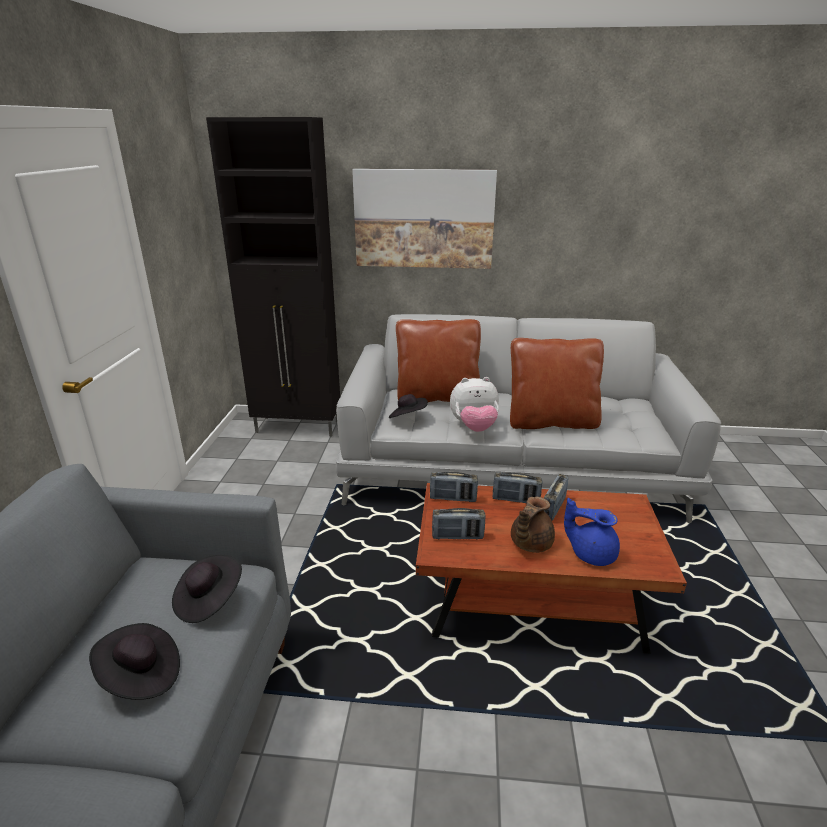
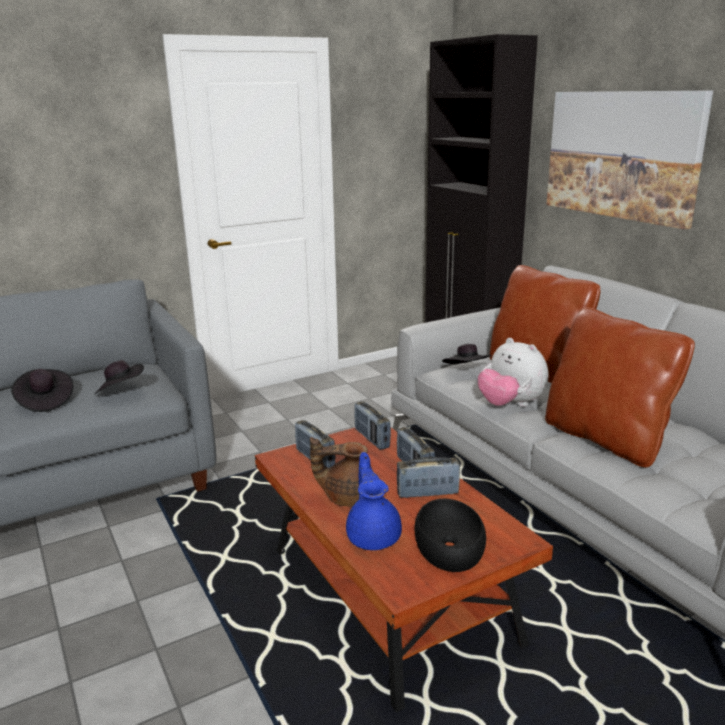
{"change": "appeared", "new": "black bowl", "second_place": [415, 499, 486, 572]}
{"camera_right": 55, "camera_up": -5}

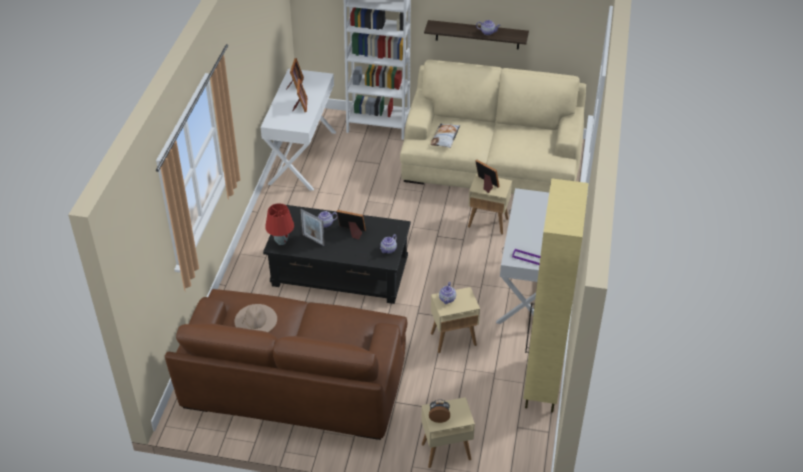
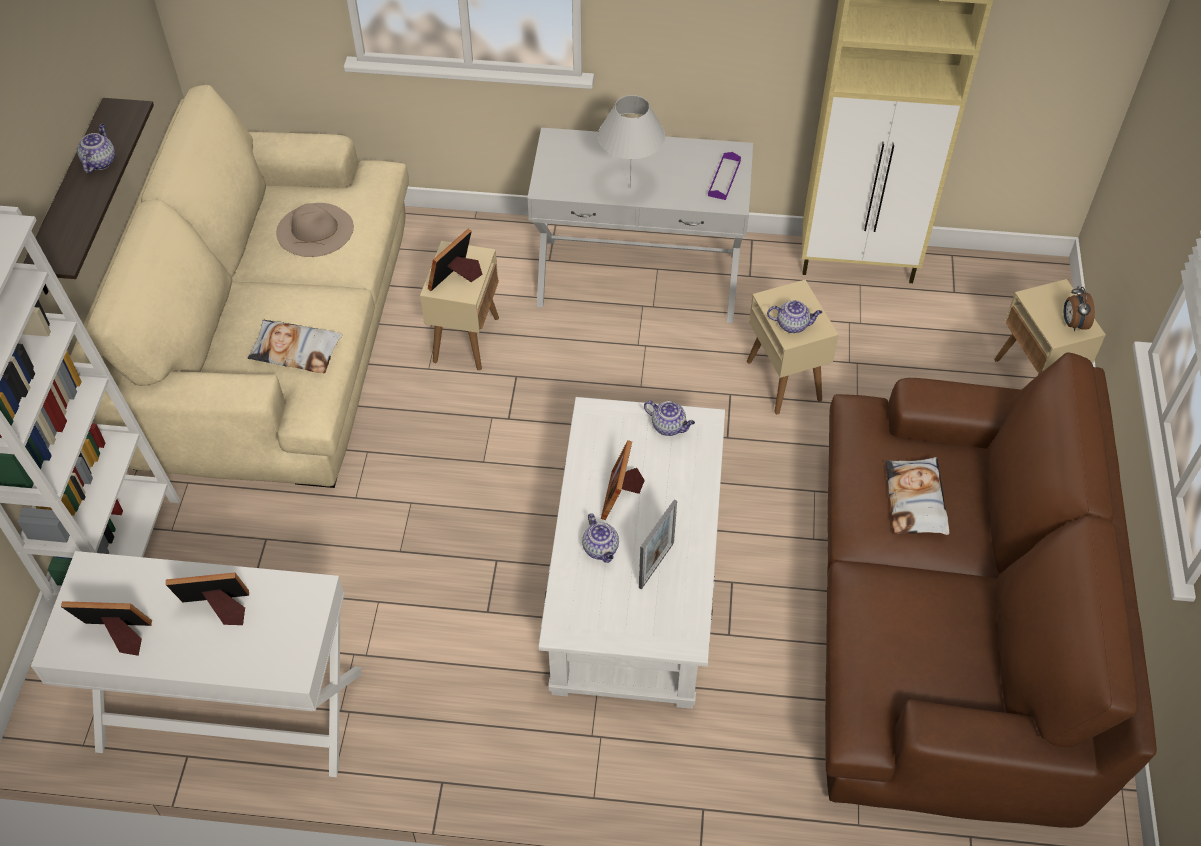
{"change": "relocated", "old": "beige hat", "first_place": [235, 304, 277, 332], "second_place": [276, 203, 354, 257]}
{"change": "colour", "old": "black coffee table", "new": "white coffee table", "first_place": [263, 205, 411, 304], "second_place": [538, 397, 725, 709]}
{"change": "missing", "old": "red table lamp", "first_place": [265, 203, 294, 245]}
{"change": "appeared", "new": "white table lamp", "second_place": [598, 95, 665, 188]}
{"change": "appeared", "new": "pillow", "second_place": [885, 457, 949, 535]}
{"camera_right": -95, "camera_up": 10}

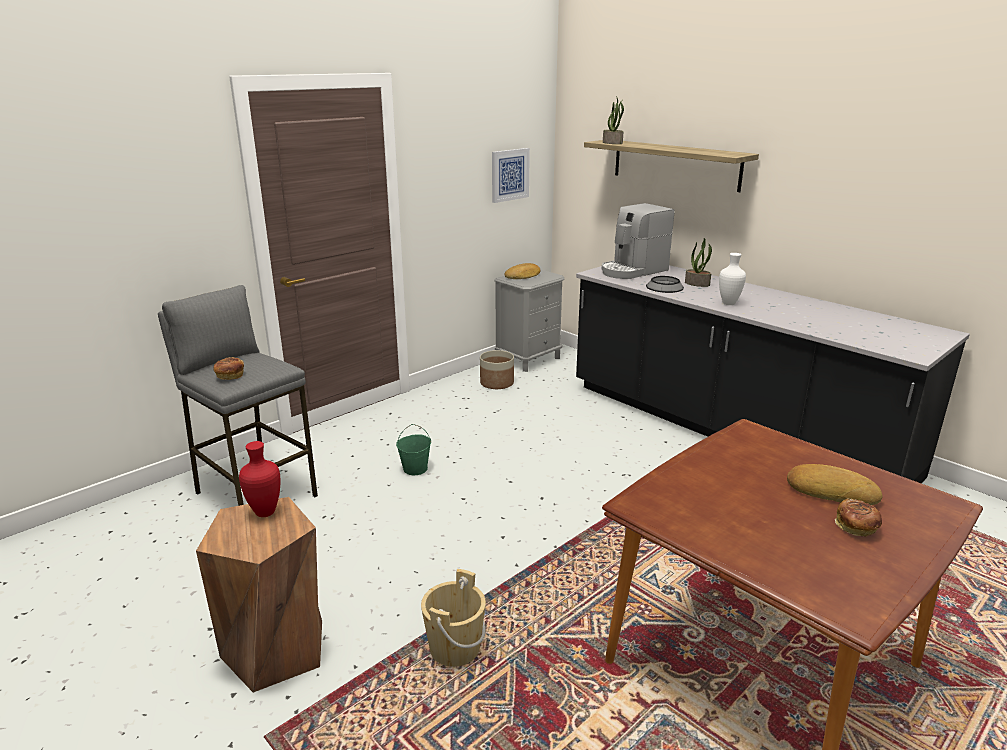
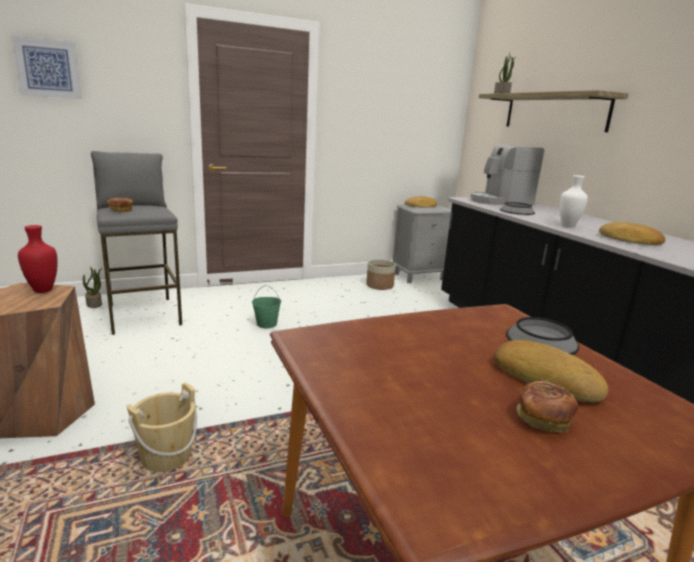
{"change": "relocated", "old": "picture", "first_place": [492, 148, 530, 203], "second_place": [11, 36, 81, 99]}
{"change": "relocated", "old": "potted plant", "first_place": [685, 238, 712, 287], "second_place": [83, 267, 102, 308]}
{"change": "appeared", "new": "bowl", "second_place": [506, 317, 579, 355]}
{"change": "appeared", "new": "bread", "second_place": [599, 222, 666, 245]}
{"camera_right": 20, "camera_up": -5}

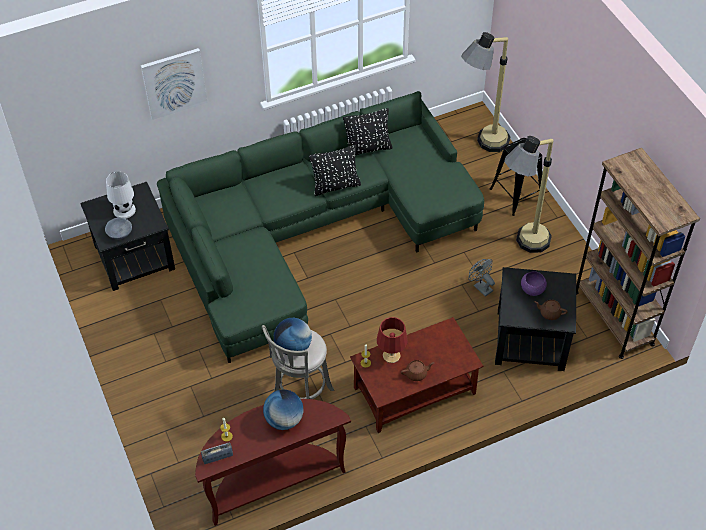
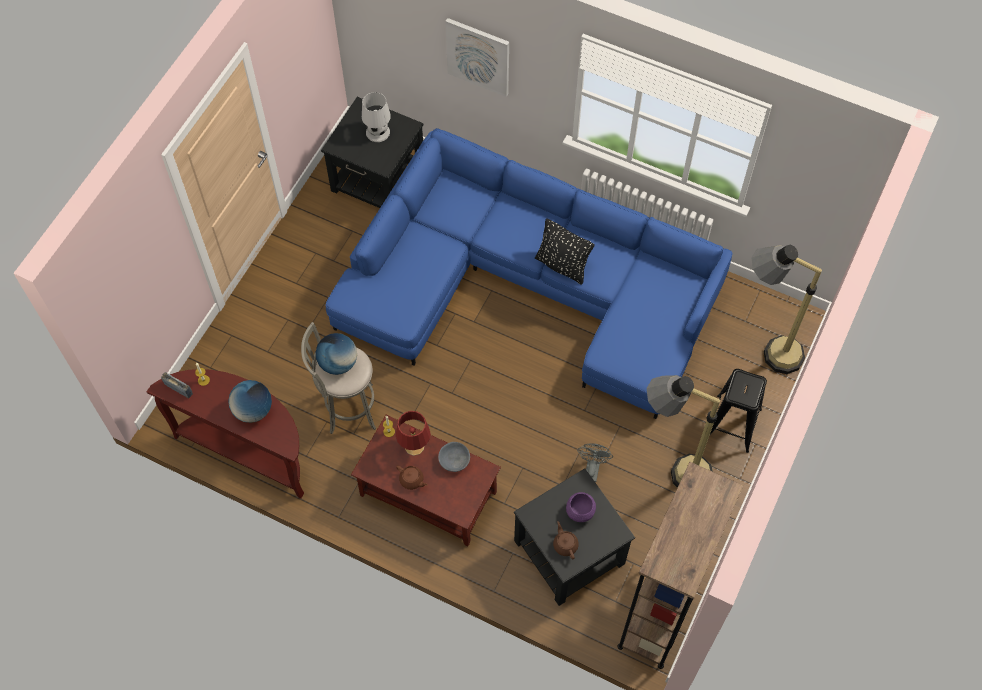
{"change": "relocated", "old": "grey bowl", "first_place": [105, 218, 132, 239], "second_place": [438, 442, 470, 472]}
{"change": "colour", "old": "green sofa", "new": "blue sofa", "first_place": [157, 91, 484, 363], "second_place": [325, 128, 732, 419]}
{"change": "missing", "old": "black pillow", "first_place": [343, 108, 393, 156]}
{"camera_right": 50, "camera_up": 10}

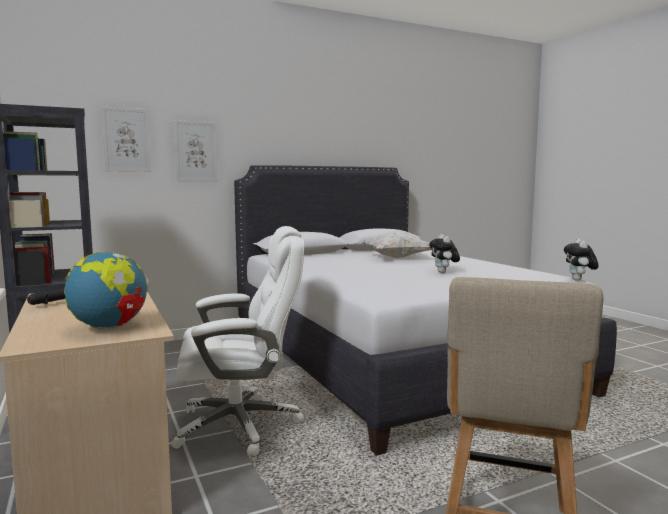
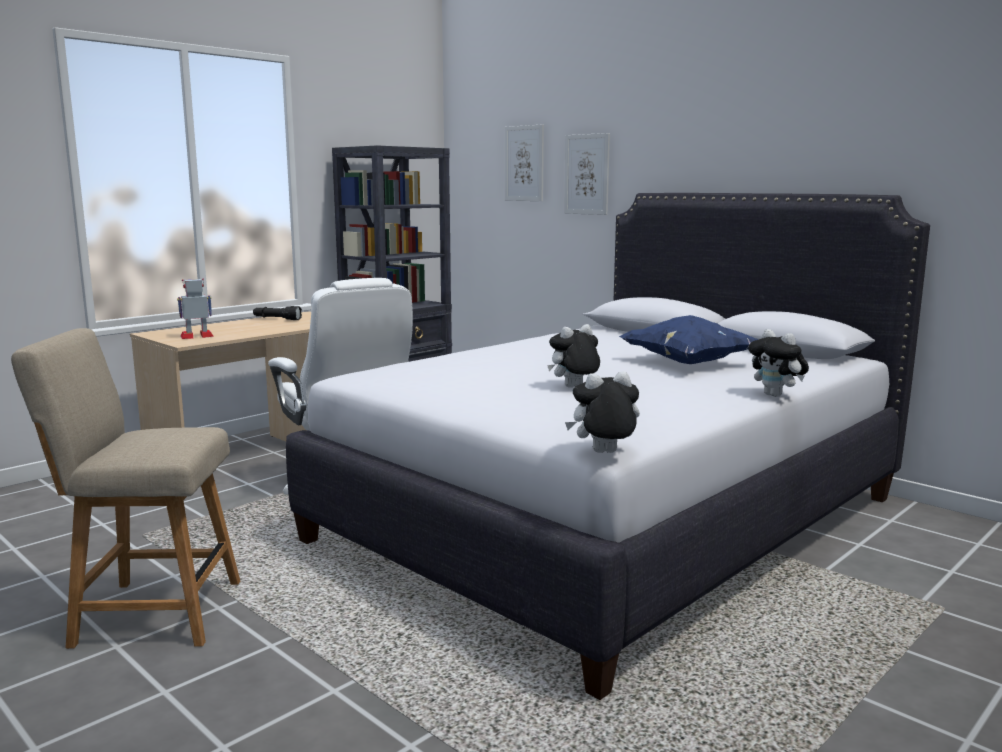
{"change": "exchanged", "old": "globe", "new": "toy robot", "first_place": [64, 252, 149, 330], "second_place": [177, 279, 214, 339]}
{"change": "colour", "old": "white pillow", "new": "blue pillow", "first_place": [362, 230, 432, 258], "second_place": [619, 315, 758, 364]}
{"change": "appeared", "new": "plush toy", "second_place": [748, 329, 809, 397]}
{"camera_right": 70, "camera_up": 5}

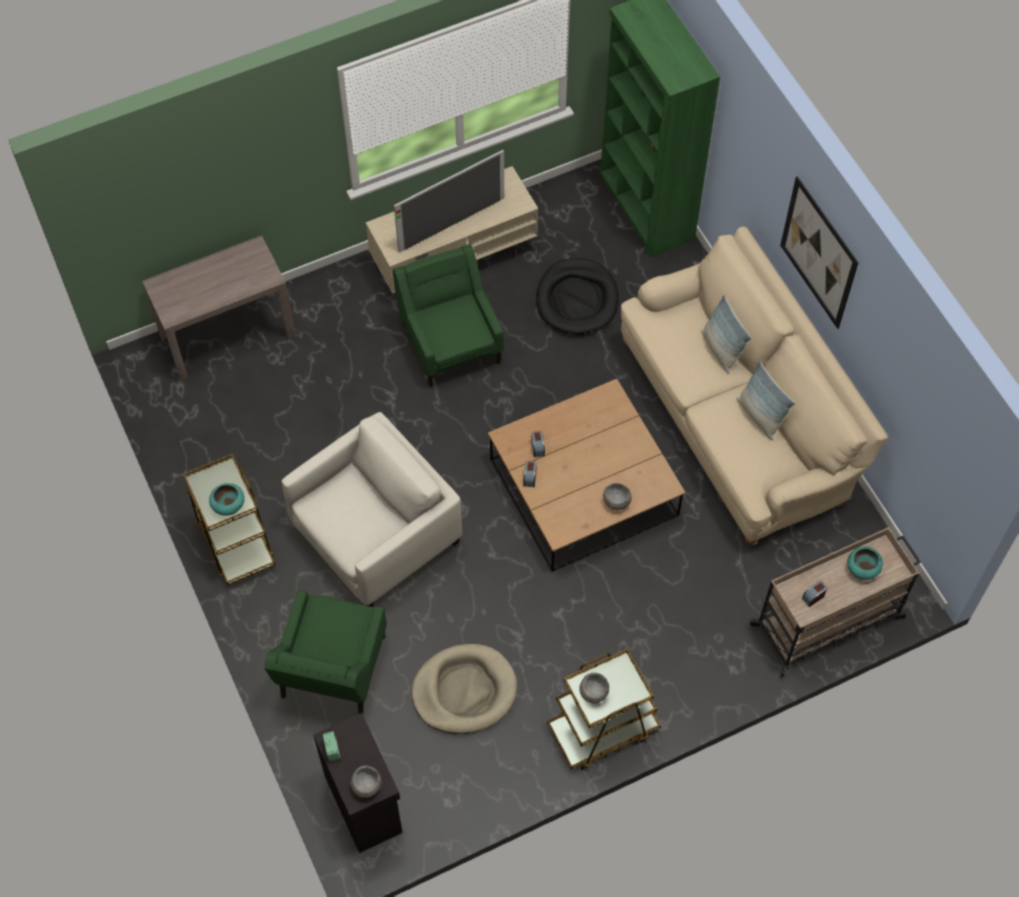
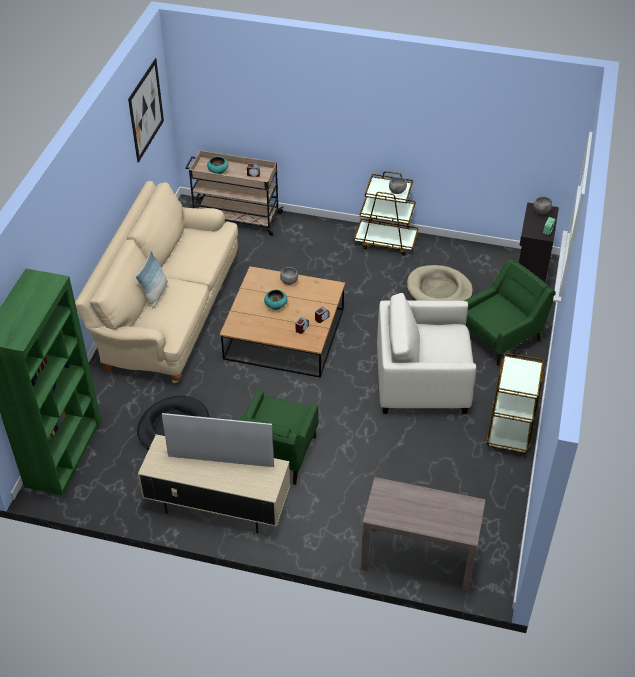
{"change": "relocated", "old": "turquoise bowl", "first_place": [209, 483, 244, 515], "second_place": [264, 290, 287, 310]}
{"change": "missing", "old": "pillow", "first_place": [737, 361, 795, 440]}
{"change": "relocated", "old": "picture", "first_place": [780, 176, 859, 329], "second_place": [128, 58, 164, 163]}
{"camera_right": -140, "camera_up": -15}

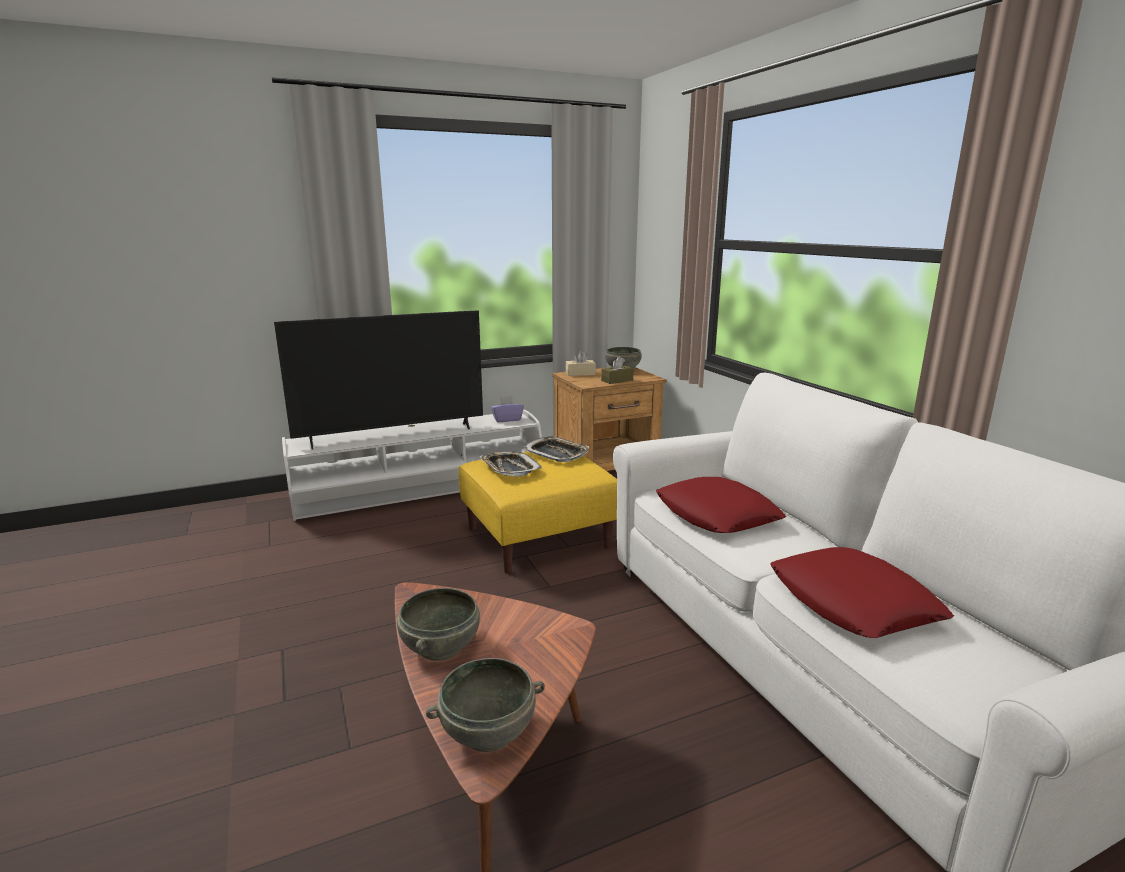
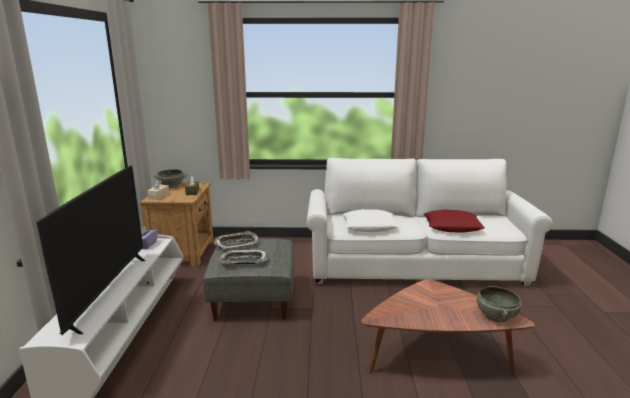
{"change": "missing", "old": "grey bowl", "first_place": [397, 588, 480, 661]}
{"change": "colour", "old": "yellow ottoman", "new": "grey ottoman", "first_place": [459, 451, 617, 574], "second_place": [203, 239, 294, 321]}
{"change": "colour", "old": "red pillow", "new": "white pillow", "first_place": [656, 477, 786, 533], "second_place": [342, 209, 399, 232]}
{"camera_right": -65, "camera_up": 0}

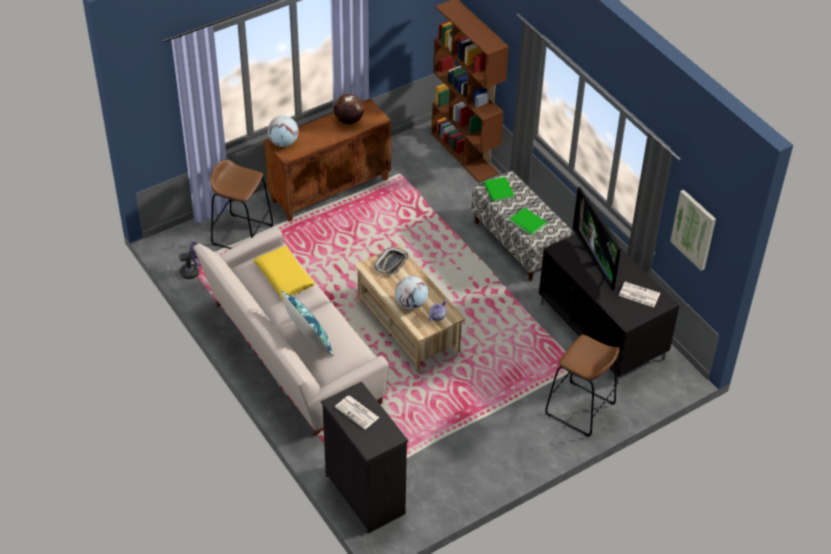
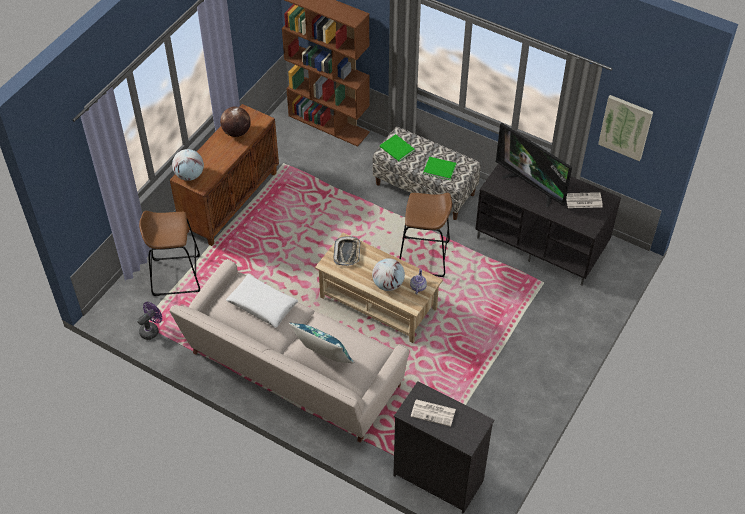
{"change": "colour", "old": "yellow pillow", "new": "white pillow", "first_place": [253, 246, 315, 299], "second_place": [226, 274, 298, 328]}
{"change": "relocated", "old": "brown stool", "first_place": [545, 334, 619, 437], "second_place": [399, 193, 452, 277]}
{"camera_right": -25, "camera_up": 5}

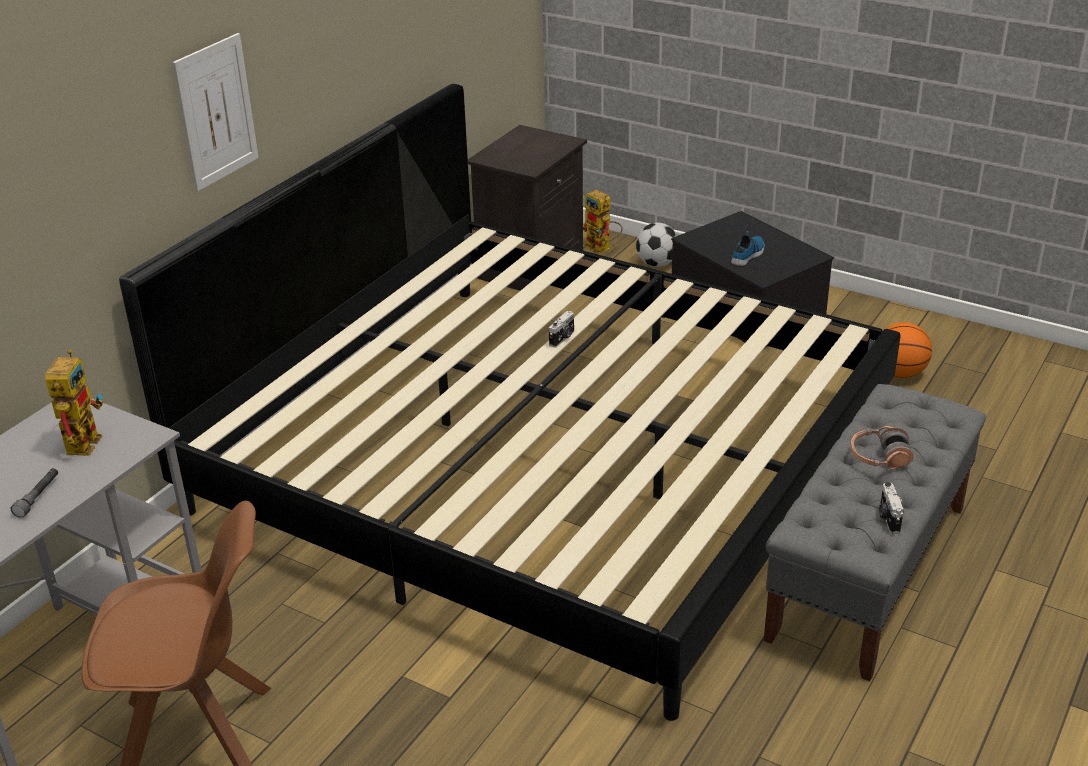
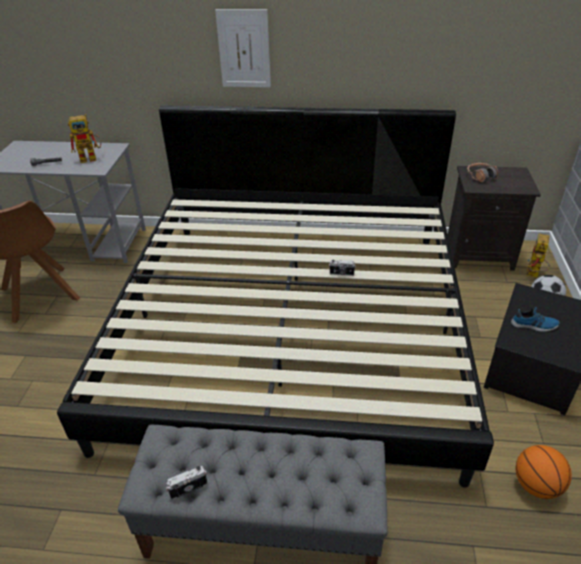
{"change": "relocated", "old": "headphones", "first_place": [850, 426, 914, 470], "second_place": [467, 163, 498, 182]}
{"camera_right": 65, "camera_up": 5}

